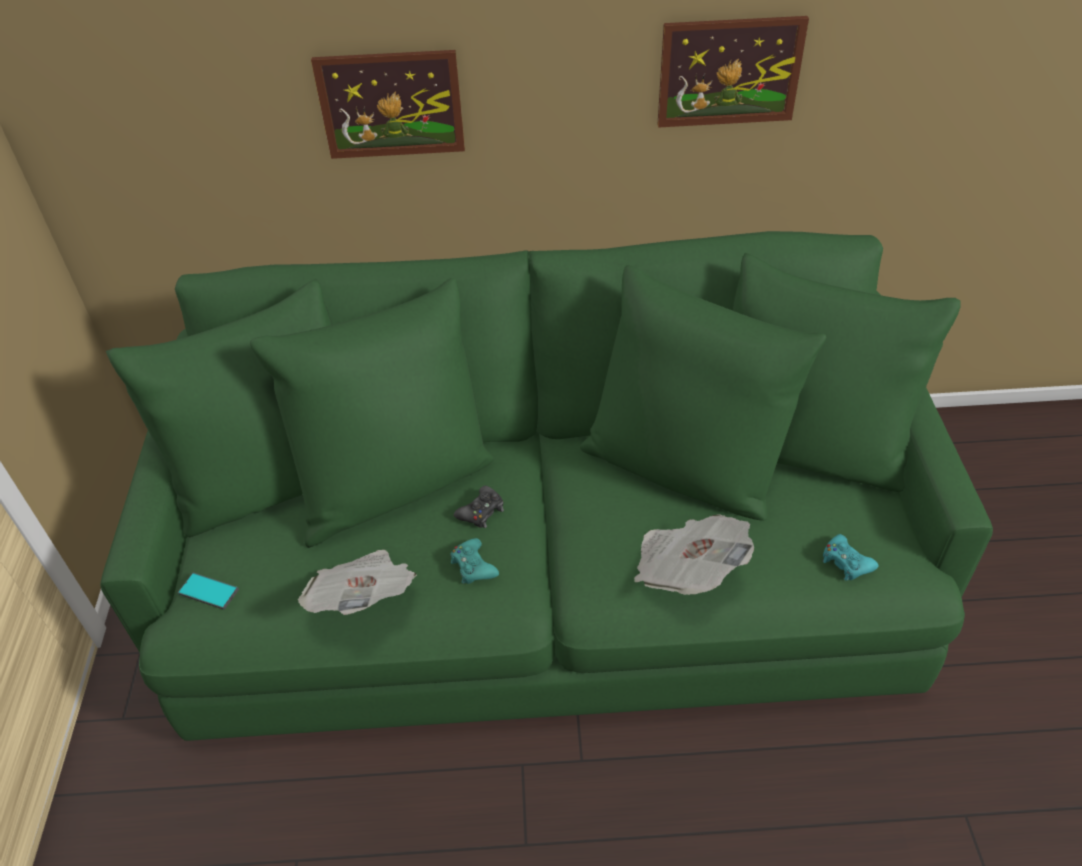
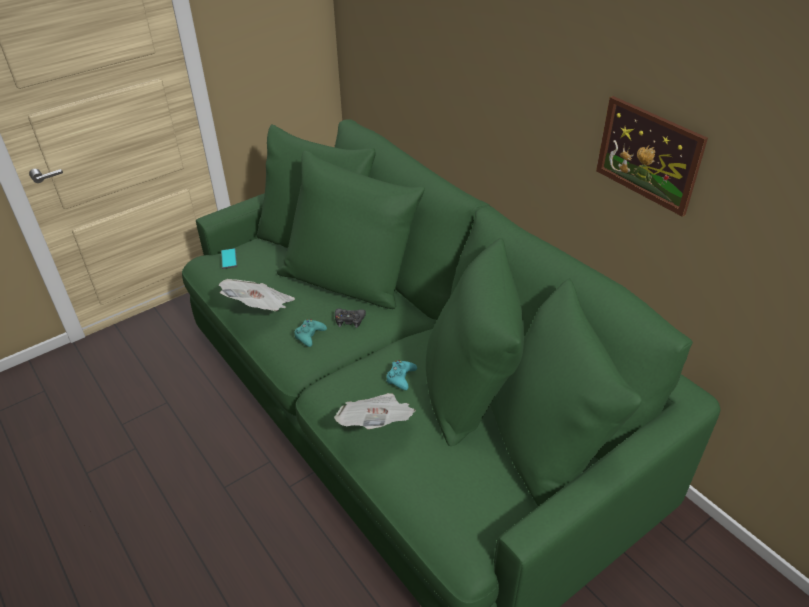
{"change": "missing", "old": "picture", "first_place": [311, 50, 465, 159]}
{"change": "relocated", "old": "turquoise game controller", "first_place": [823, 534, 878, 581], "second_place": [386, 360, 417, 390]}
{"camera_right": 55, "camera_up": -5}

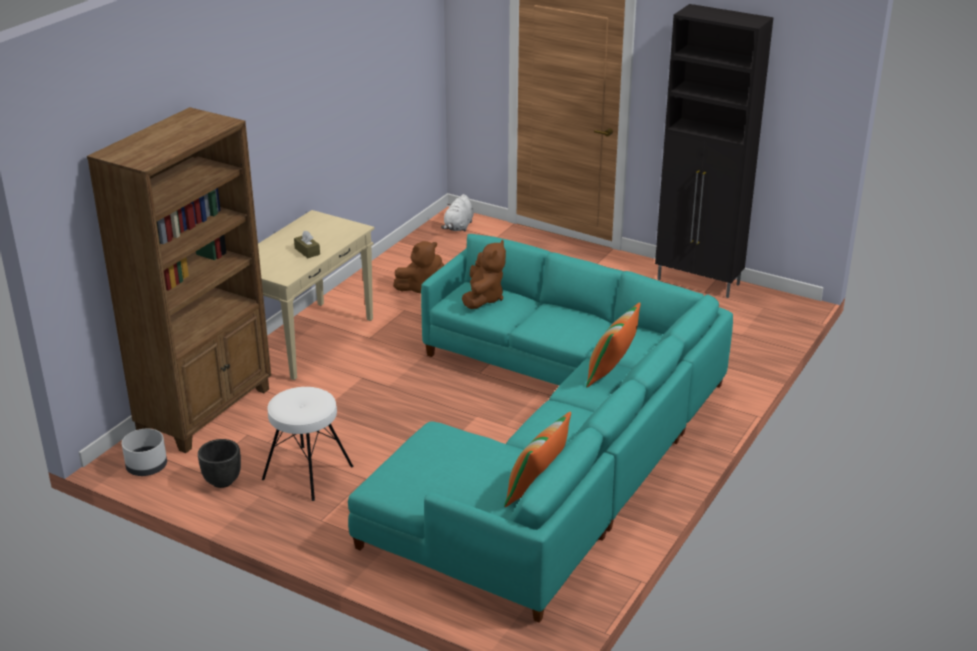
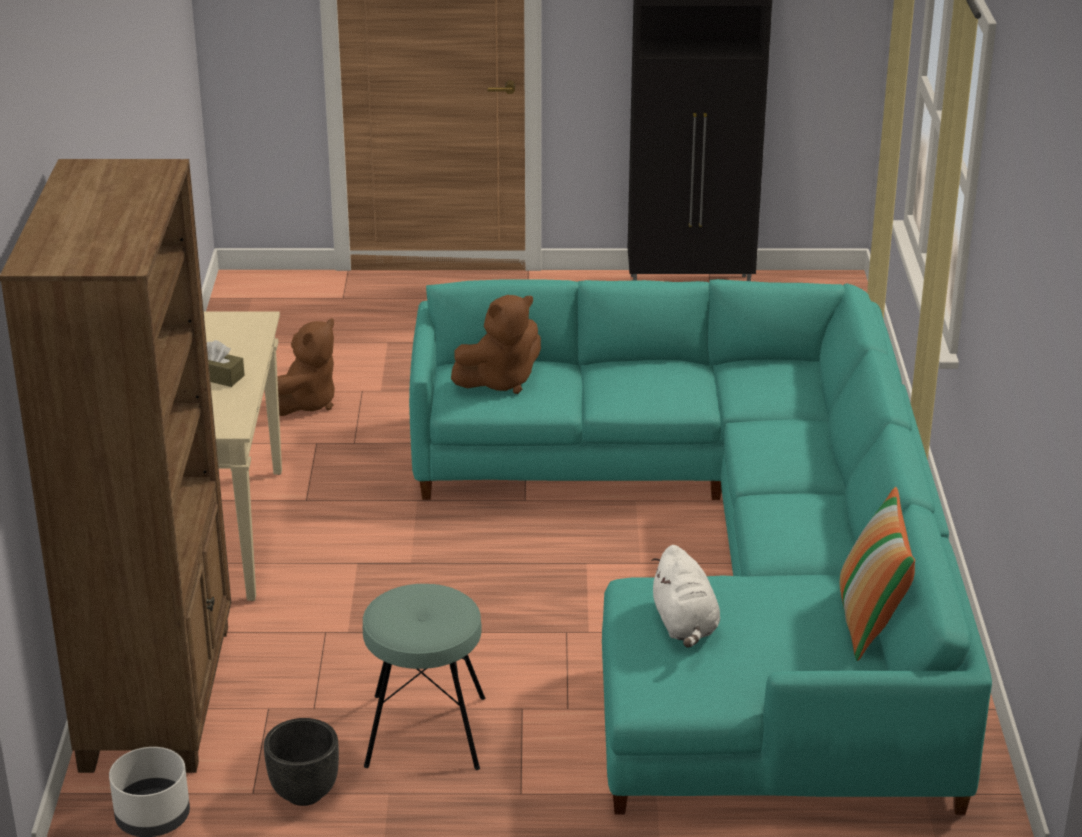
{"change": "colour", "old": "white stool", "new": "turquoise stool", "first_place": [262, 387, 354, 501], "second_place": [363, 584, 485, 770]}
{"change": "relocated", "old": "white plush toy", "first_place": [441, 194, 474, 231], "second_place": [651, 545, 720, 648]}
{"change": "spun", "old": "brown plush toy", "first_place": [462, 240, 506, 309], "second_place": [451, 295, 541, 394], "degrees": 75}
{"change": "missing", "old": "pillow", "first_place": [586, 302, 641, 387]}
{"camera_right": -30, "camera_up": 0}

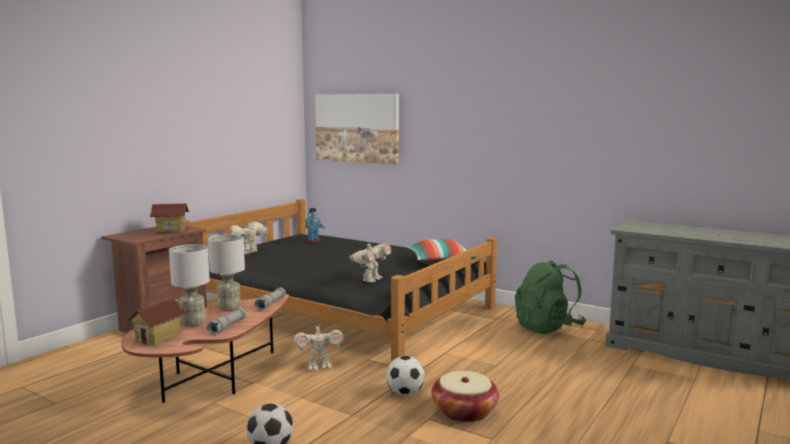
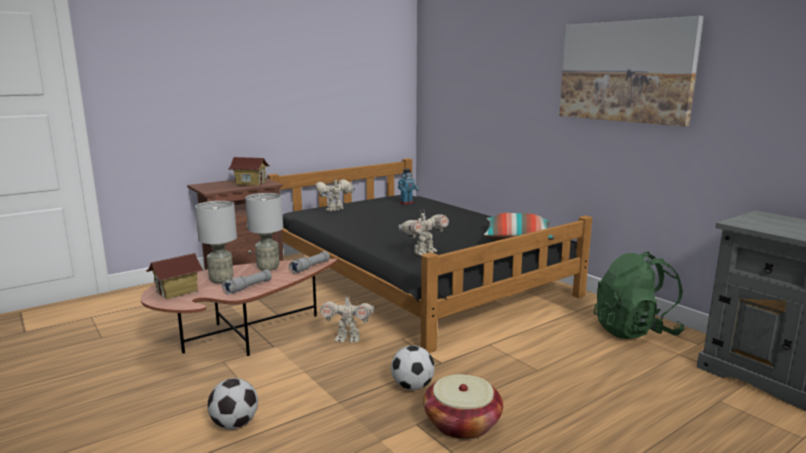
{"change": "relocated", "old": "picture", "first_place": [315, 94, 399, 164], "second_place": [559, 16, 704, 127]}
{"camera_right": 20, "camera_up": 5}

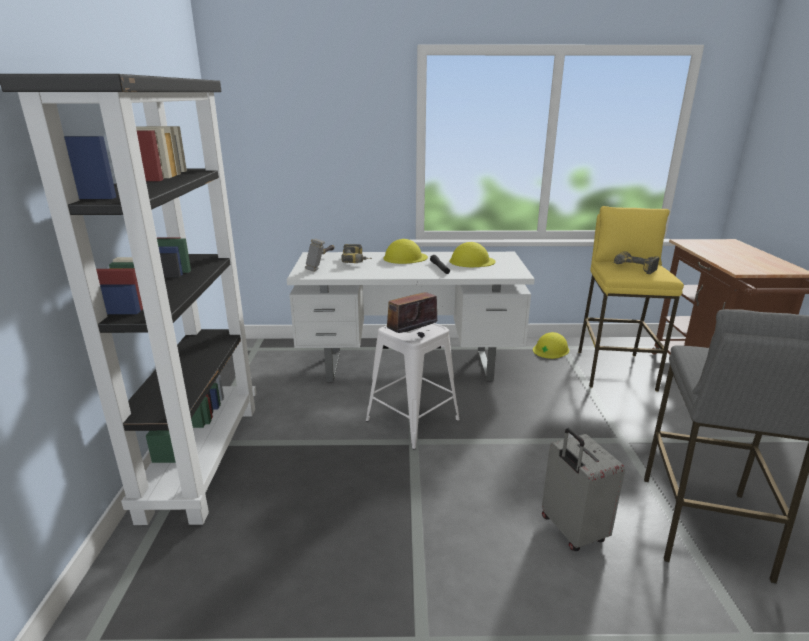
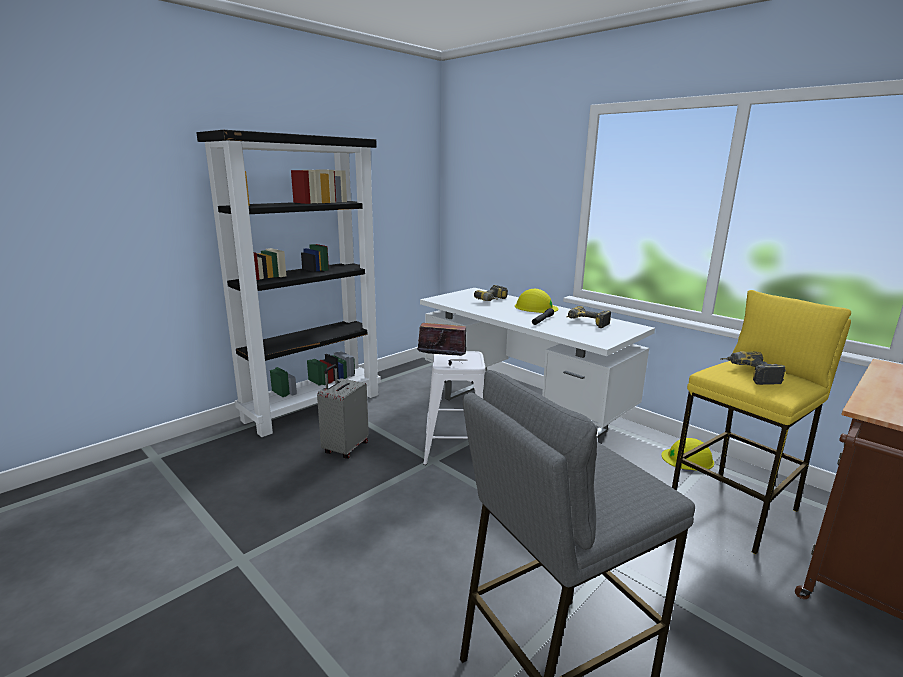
{"change": "missing", "old": "hammer", "first_place": [305, 238, 334, 272]}
{"change": "exchanged", "old": "yellow hard hat", "new": "power drill", "first_place": [450, 242, 496, 267], "second_place": [566, 306, 611, 328]}
{"change": "relocated", "old": "grey suitcase", "first_place": [542, 428, 625, 551], "second_place": [317, 364, 369, 459]}
{"camera_right": 45, "camera_up": -5}

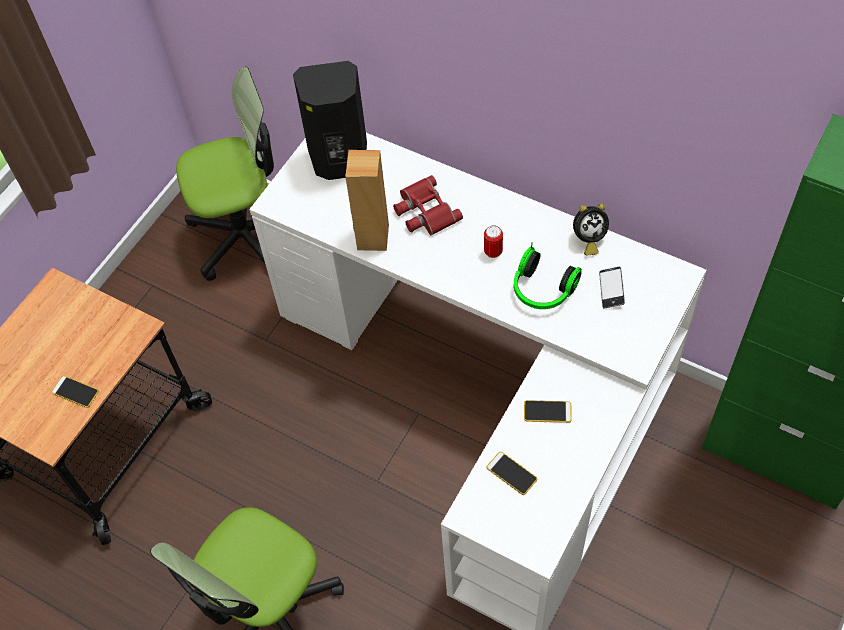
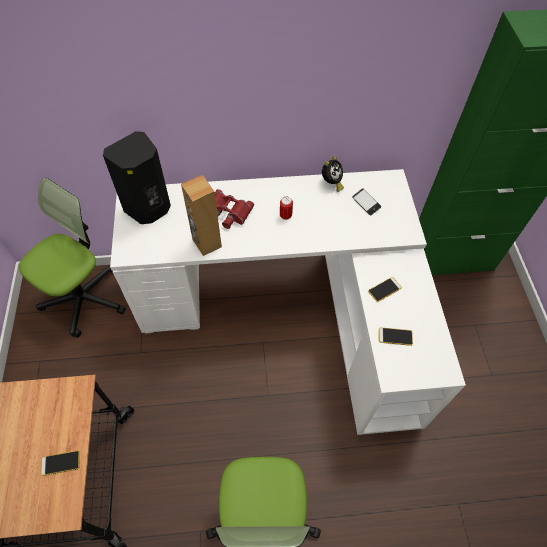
{"change": "missing", "old": "headphones", "first_place": [514, 243, 582, 309]}
{"camera_right": -40, "camera_up": 0}

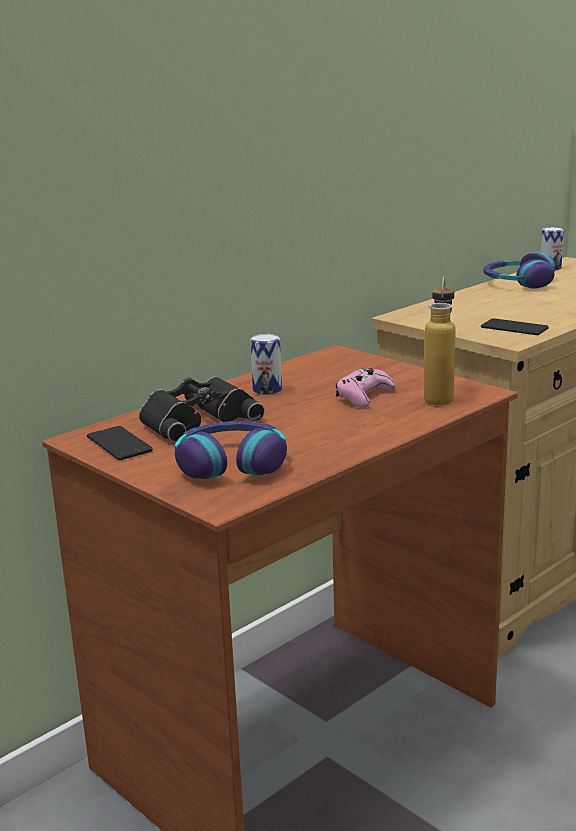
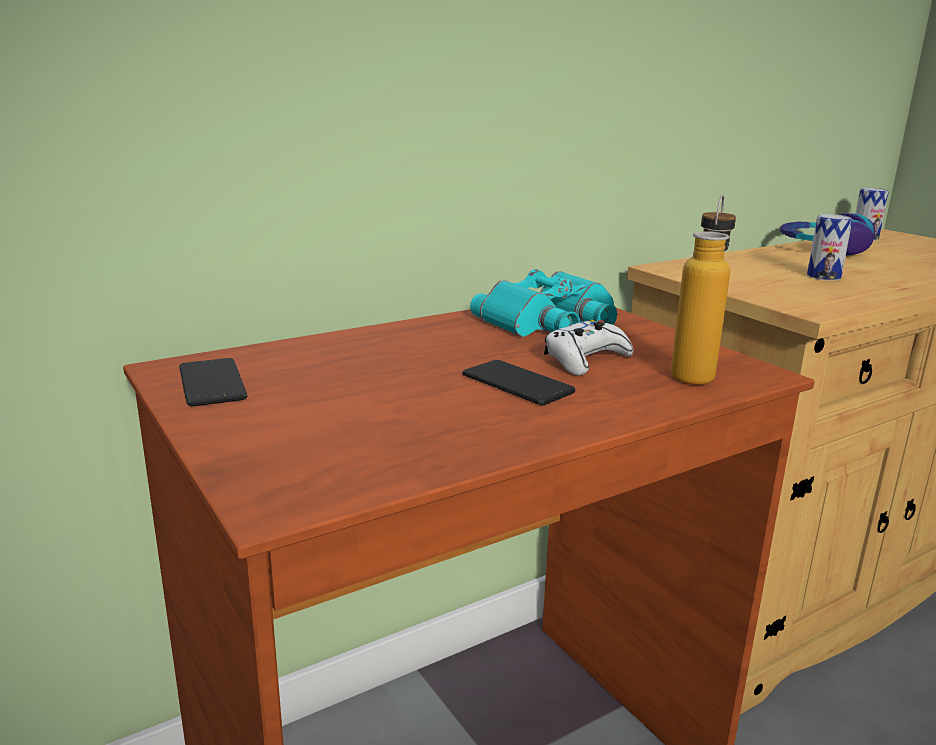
{"change": "missing", "old": "black binoculars", "first_place": [139, 377, 265, 442]}
{"change": "missing", "old": "headphones", "first_place": [175, 421, 287, 479]}
{"change": "relocated", "old": "can", "first_place": [250, 334, 282, 395], "second_place": [807, 214, 852, 281]}
{"change": "colour", "old": "pink game controller", "new": "white game controller", "first_place": [336, 367, 396, 408], "second_place": [544, 320, 633, 376]}
{"change": "relocated", "old": "phone", "first_place": [481, 318, 549, 335], "second_place": [462, 360, 575, 406]}
{"change": "appeared", "new": "turquoise binoculars", "second_place": [470, 269, 617, 337]}
{"camera_right": 10, "camera_up": 0}

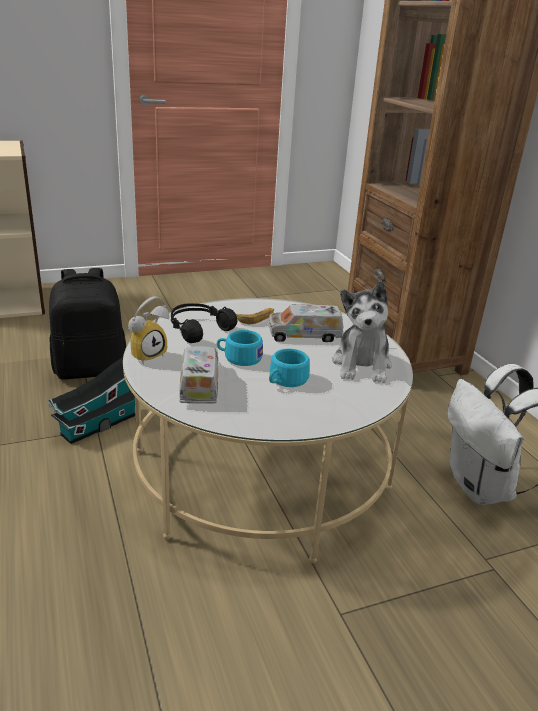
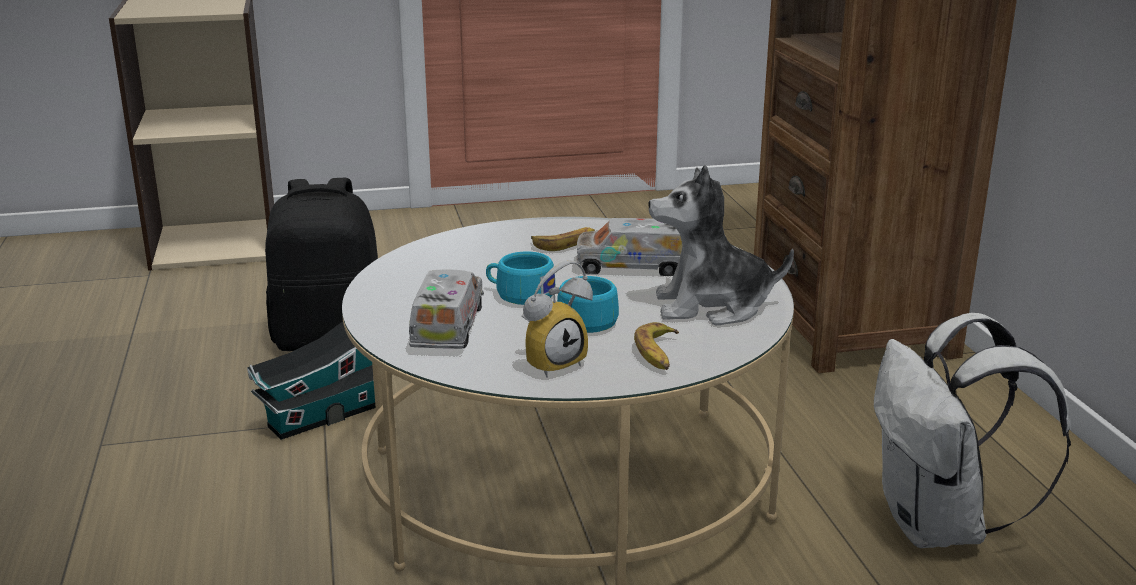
{"change": "relocated", "old": "alarm clock", "first_place": [128, 296, 169, 364], "second_place": [522, 260, 593, 378]}
{"change": "missing", "old": "black headphones", "first_place": [171, 303, 237, 343]}
{"change": "spun", "old": "plush toy", "first_place": [332, 280, 392, 383], "second_place": [649, 165, 794, 325], "degrees": 75}
{"change": "appeared", "new": "banana", "second_place": [634, 322, 679, 370]}
{"camera_right": 10, "camera_up": -5}

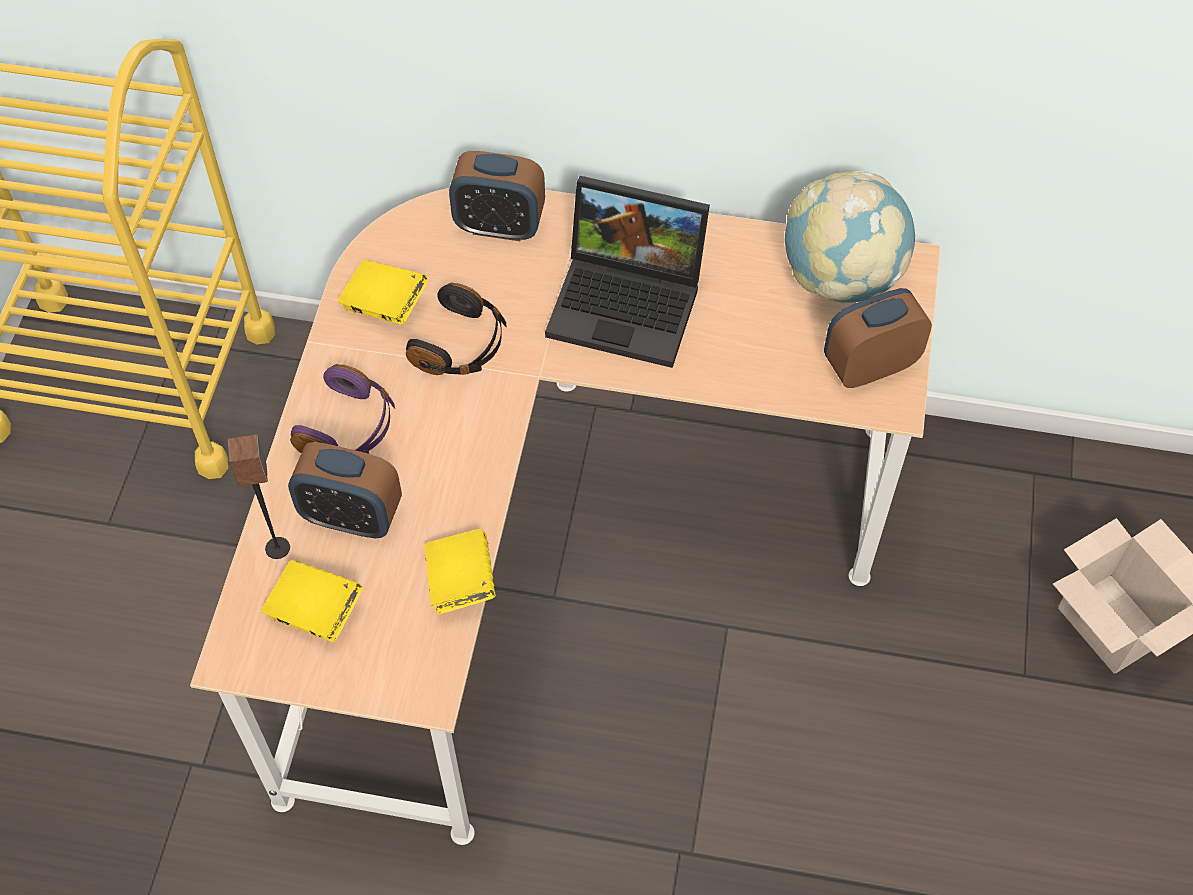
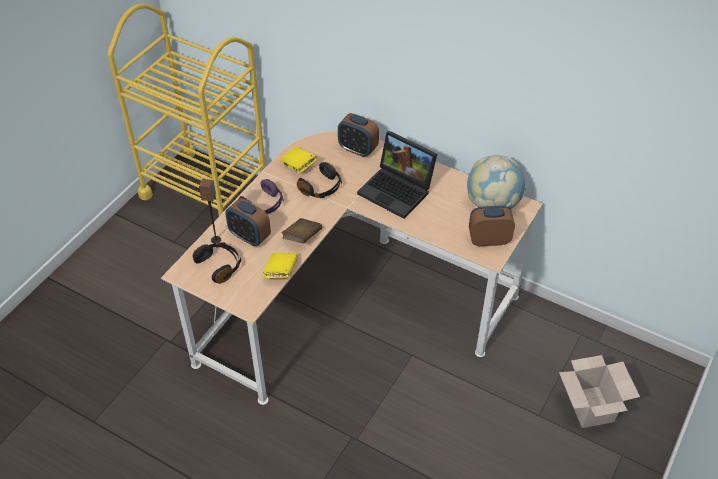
{"change": "exchanged", "old": "yellow book", "new": "black headphones", "first_place": [261, 560, 363, 642], "second_place": [193, 242, 241, 284]}
{"change": "appeared", "new": "brown book", "second_place": [282, 218, 322, 243]}
{"camera_right": 20, "camera_up": -10}

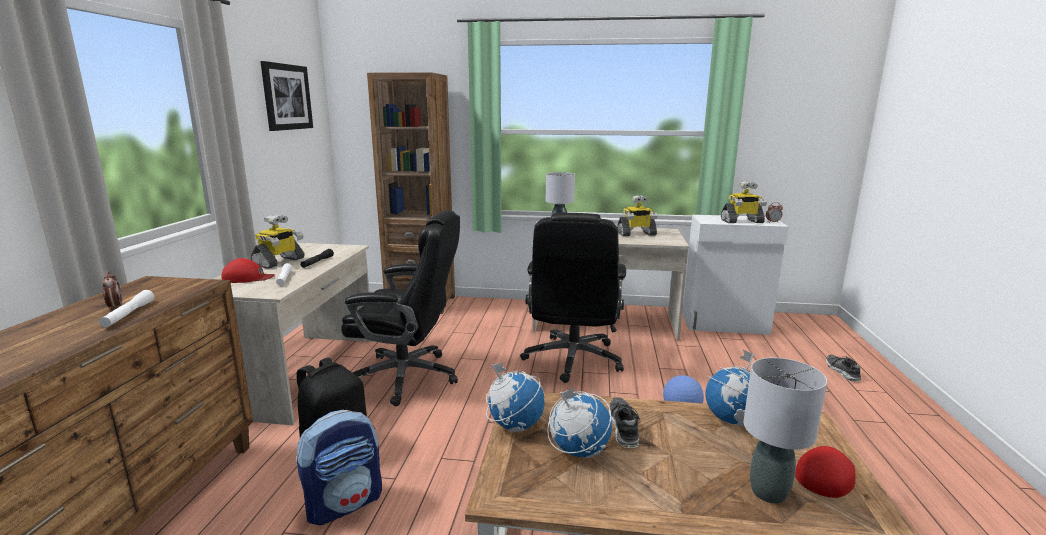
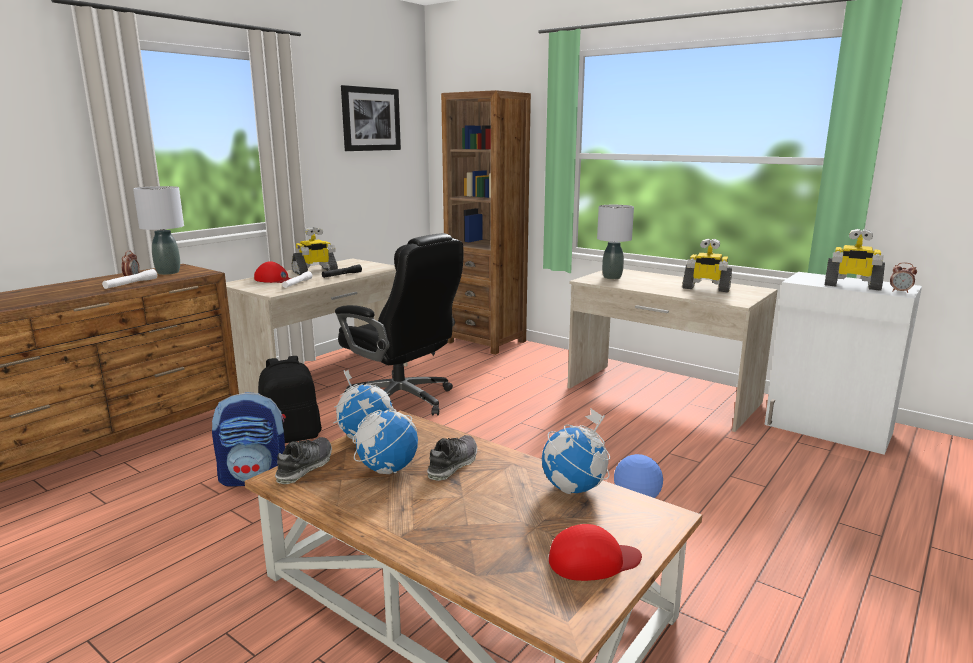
{"change": "missing", "old": "black office chair", "first_place": [520, 213, 626, 383]}
{"change": "relocated", "old": "grey table lamp", "first_place": [744, 358, 827, 504], "second_place": [133, 186, 184, 275]}
{"change": "relocated", "old": "shoe", "first_place": [826, 355, 861, 382], "second_place": [275, 437, 332, 484]}
{"camera_right": 30, "camera_up": 0}

